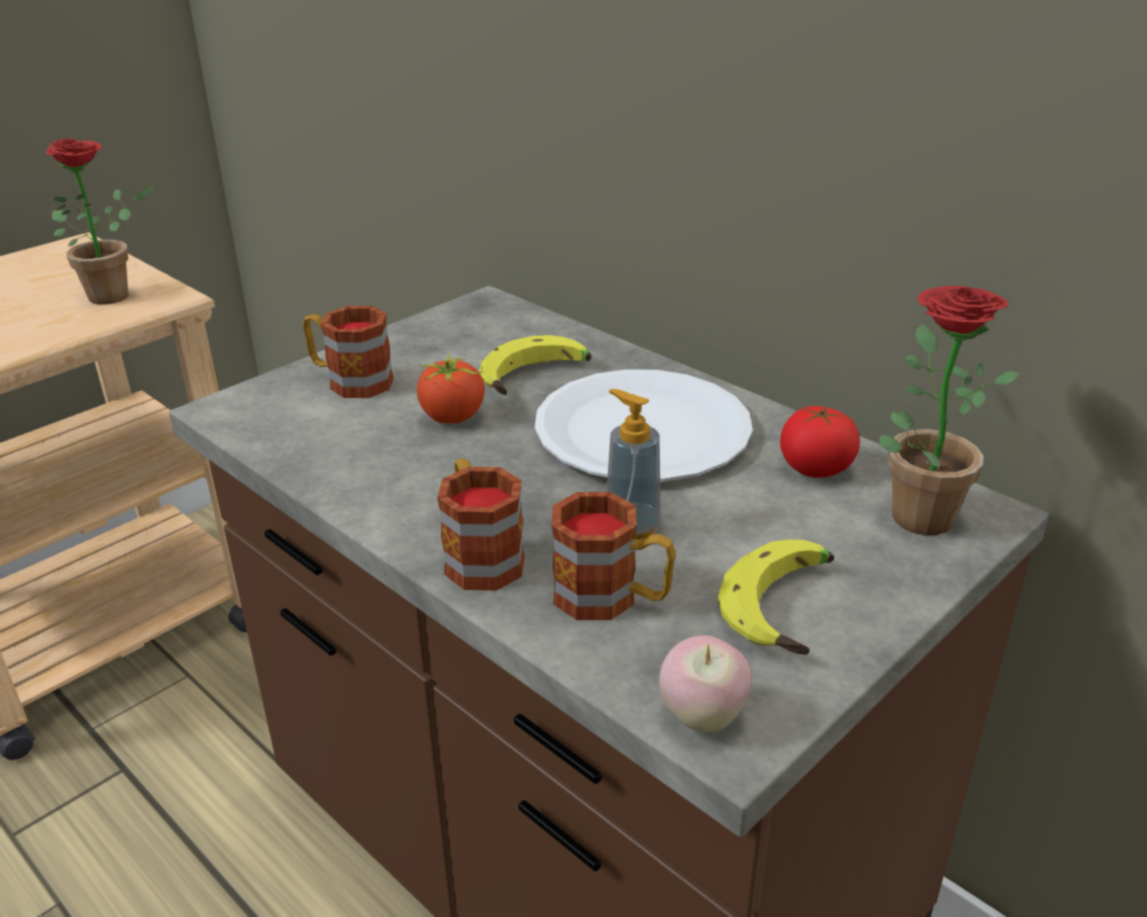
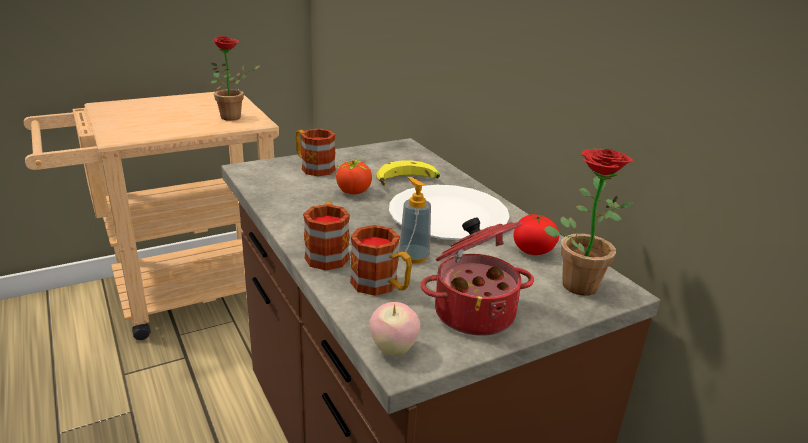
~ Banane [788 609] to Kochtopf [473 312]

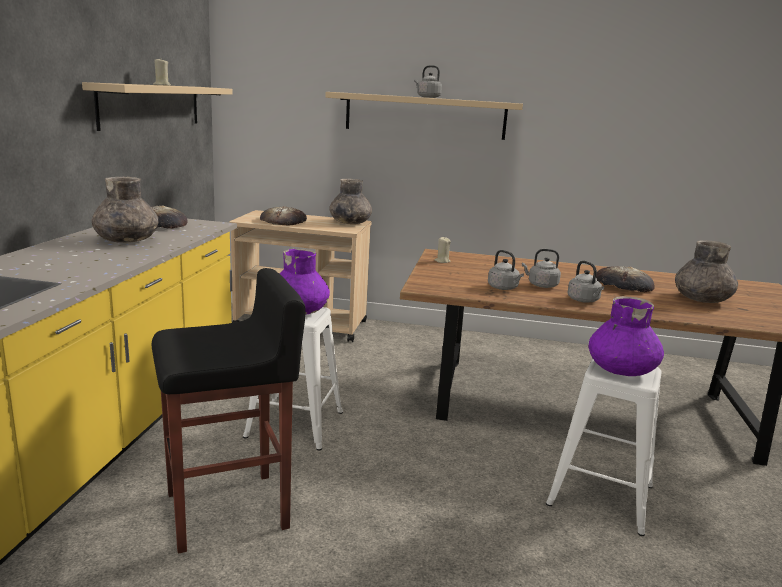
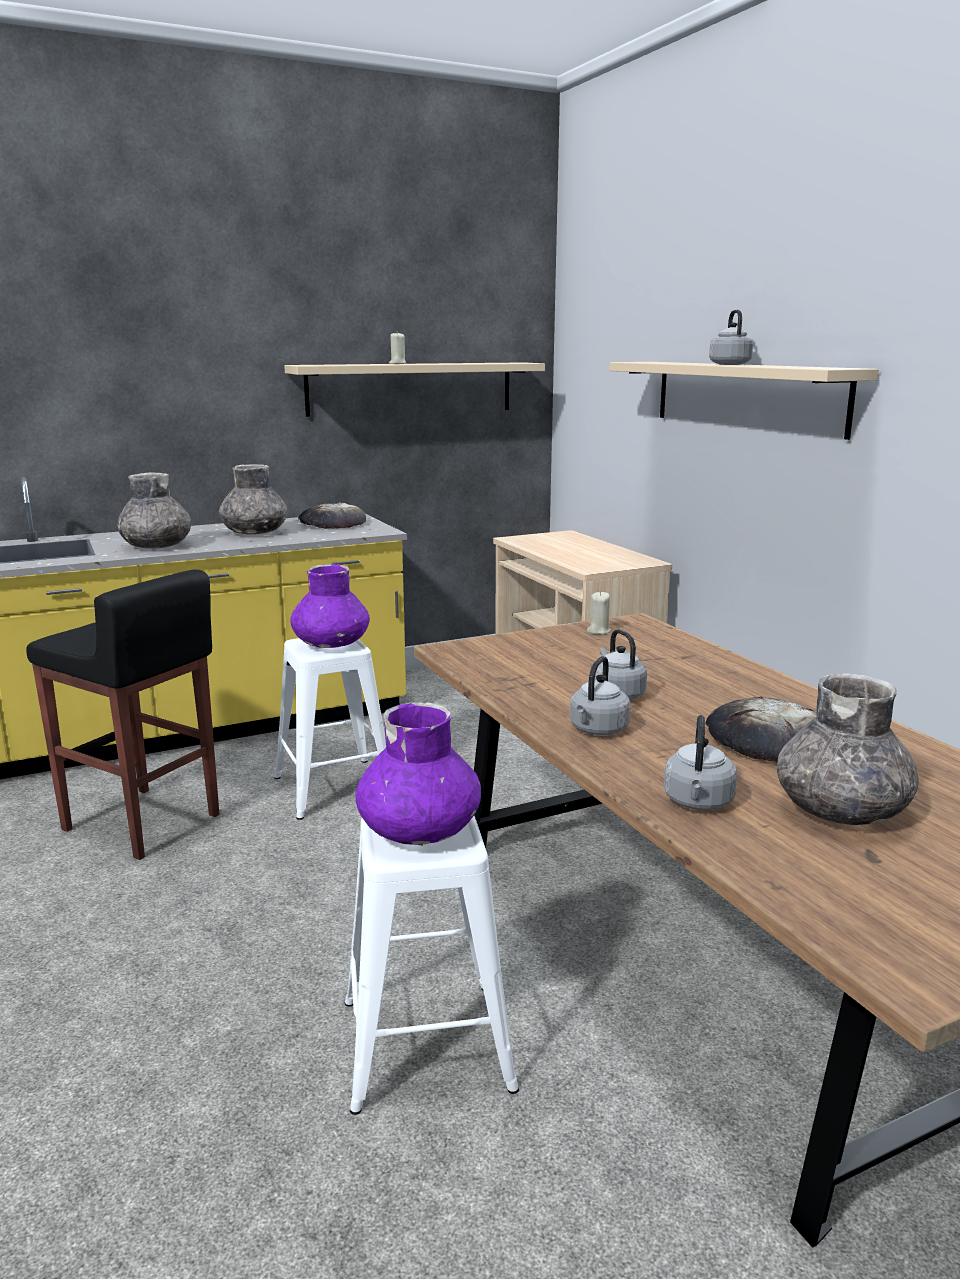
- Brot [283 220]
~ Vase [grau] [350 223] to [157 546]
~ Wasserkessel [grau] [504 288] to [698 803]

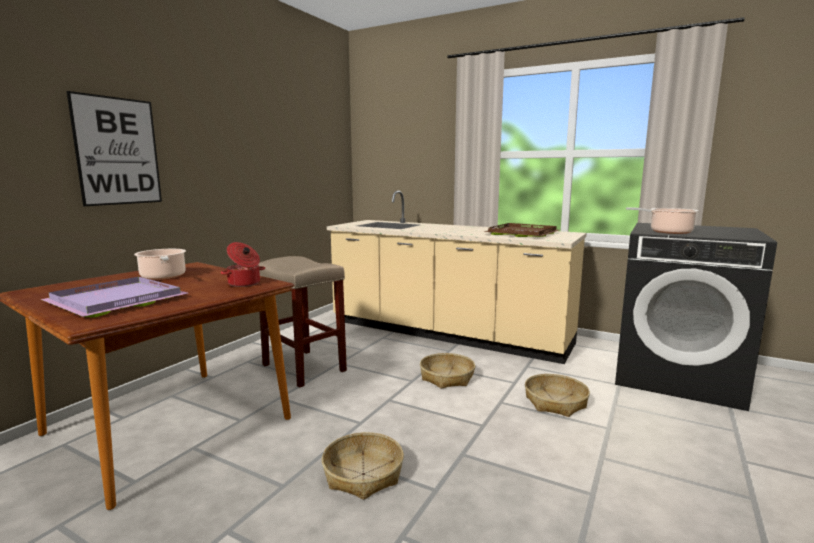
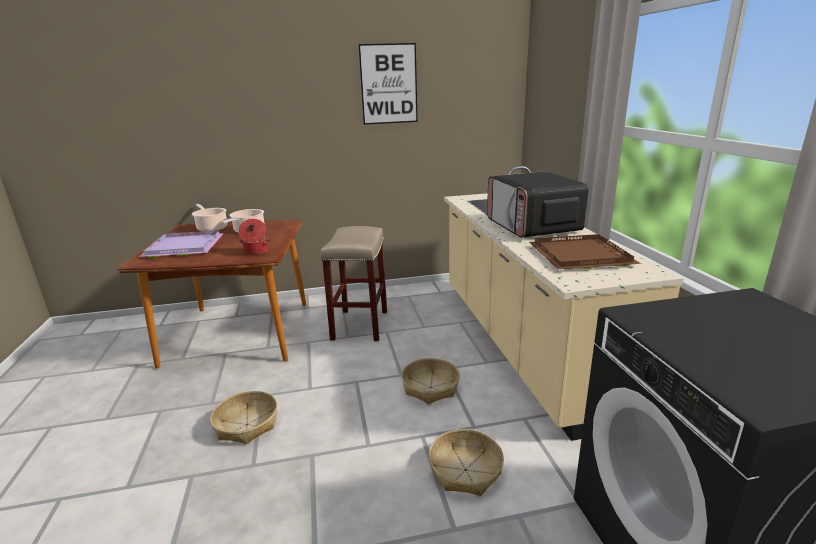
+ Mikrowelle [532 226]
~ Bild [118 151] to [389 84]
~ Kochtopf [668 232] to [211 228]

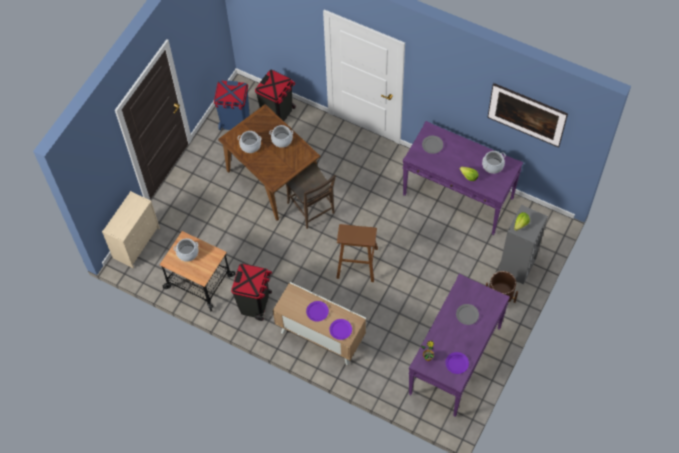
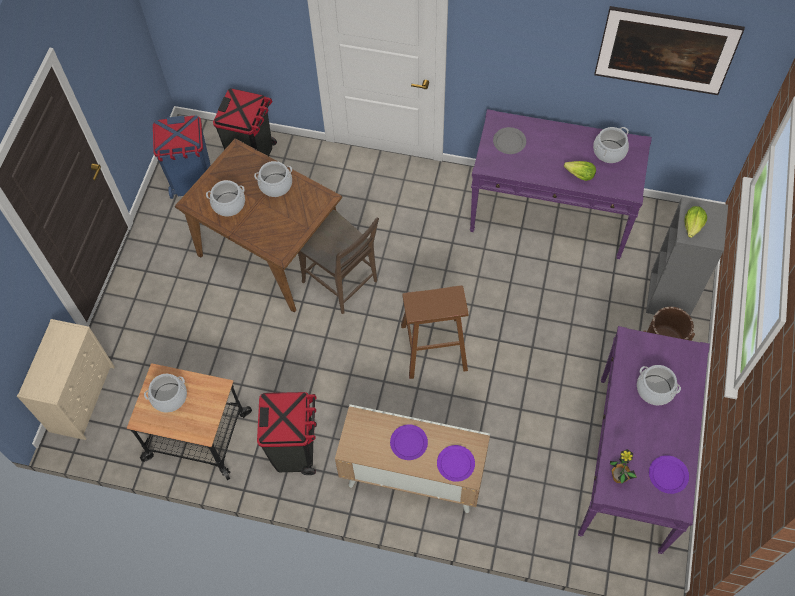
~ Teller [grau] [467 315] to Kochtopf [655 390]

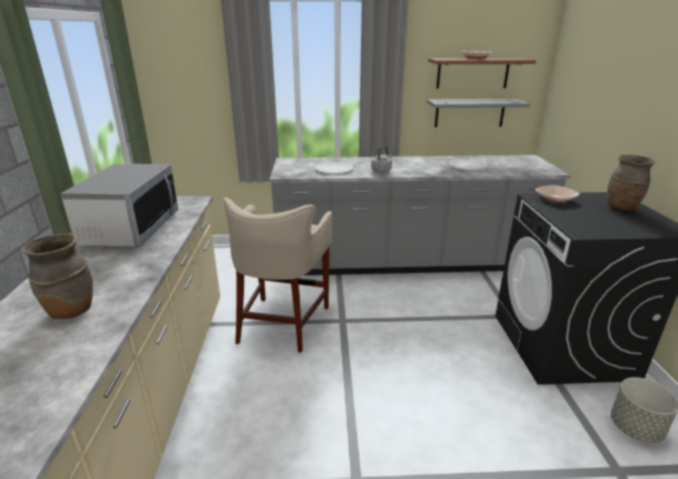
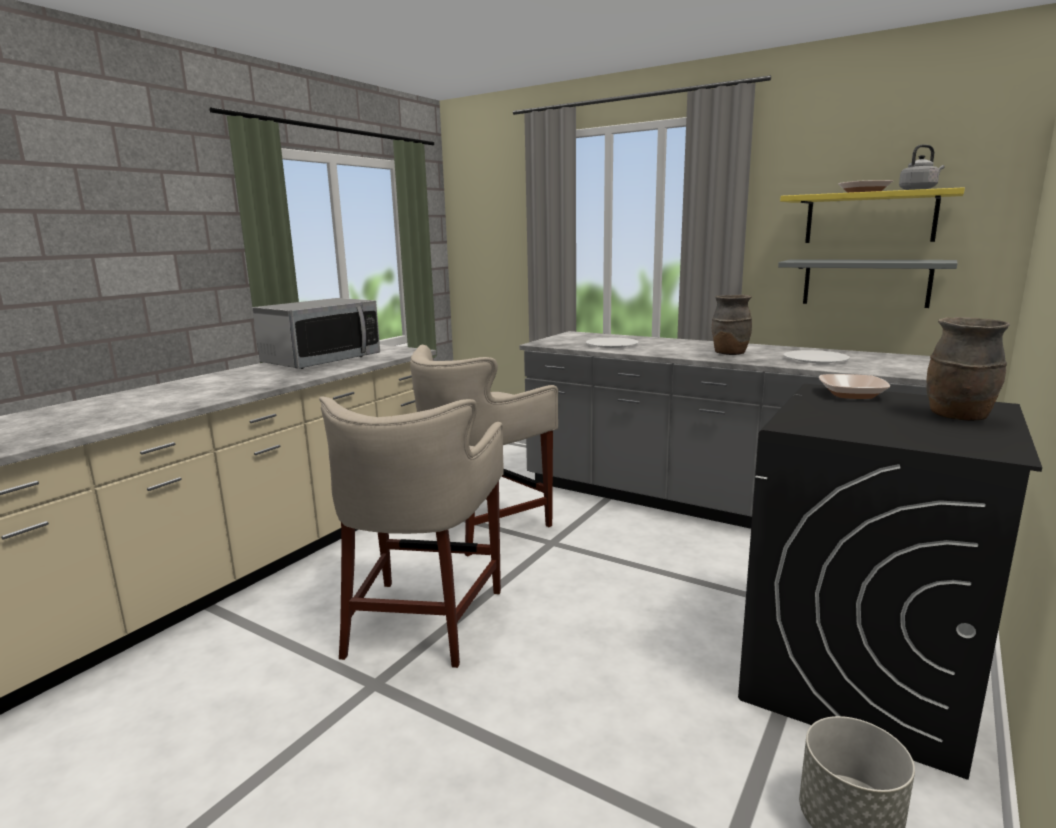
+ Hocker [beige] [423 620]
~ Vase [braun] [70 310] to [729 354]
~ Wasserkessel [grau] [382 171] to [919 190]
~ Wandregal [braun] [472 73] to Wandregal [gelb] [870 218]

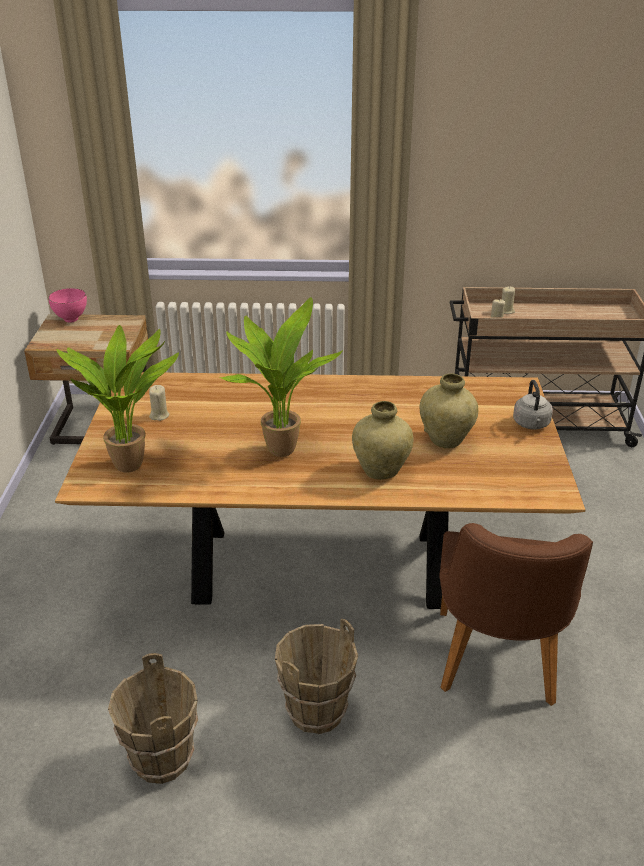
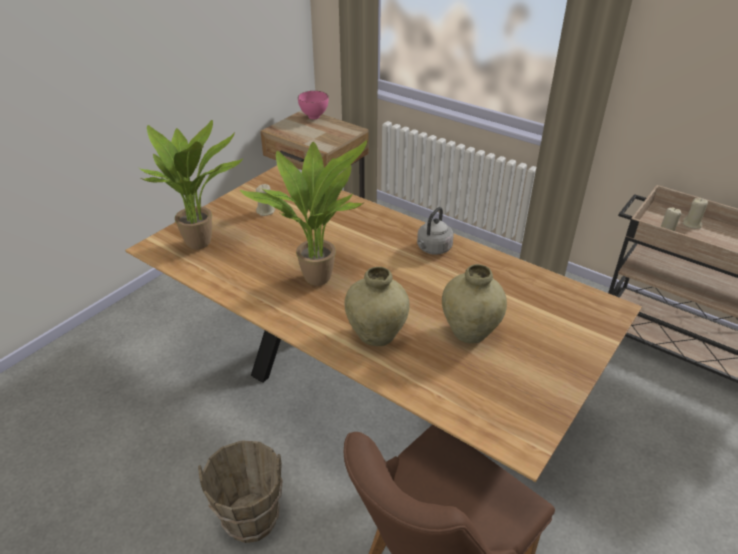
- Eimer [braun] [161 759]
~ Wasserkessel [grau] [531 424] to [433 249]

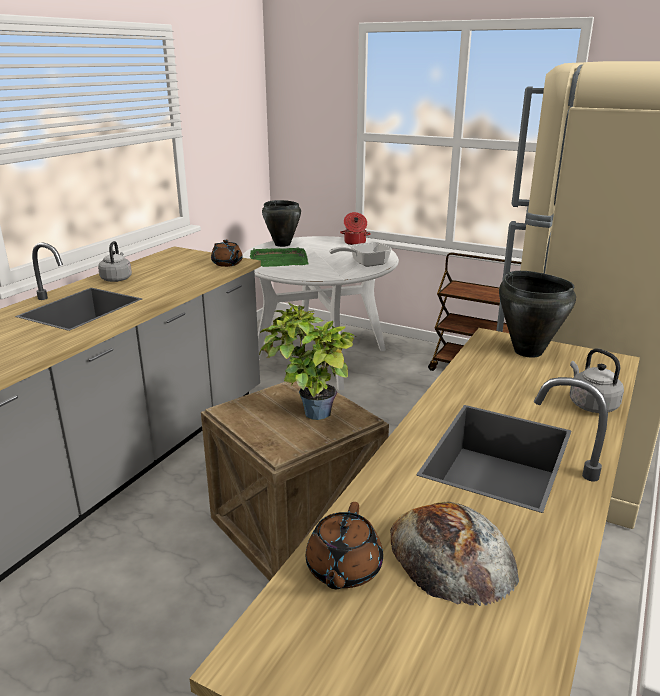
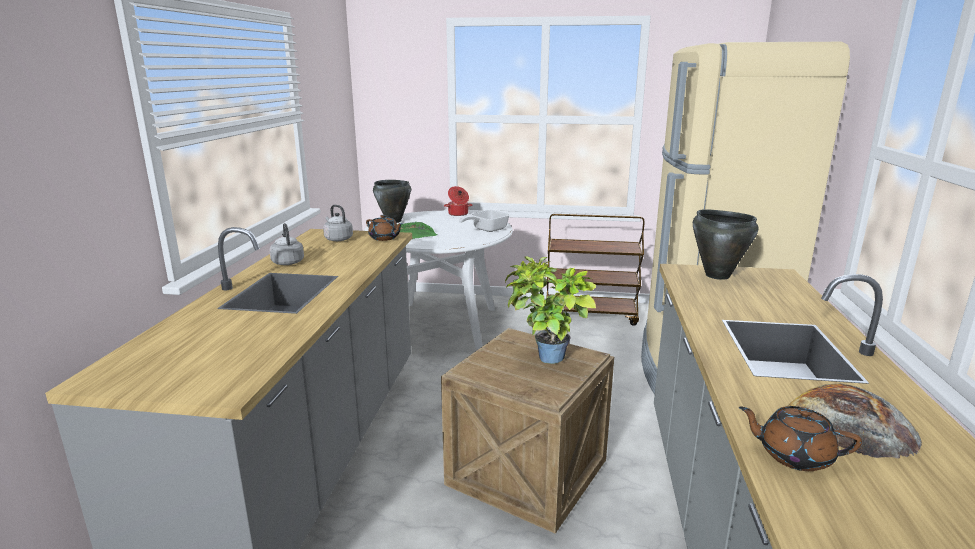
~ Wasserkessel [grau] [590 404] to [337 239]
~ Teekanne [braun] [343 569] = [793 455] 120 degrees clockwise

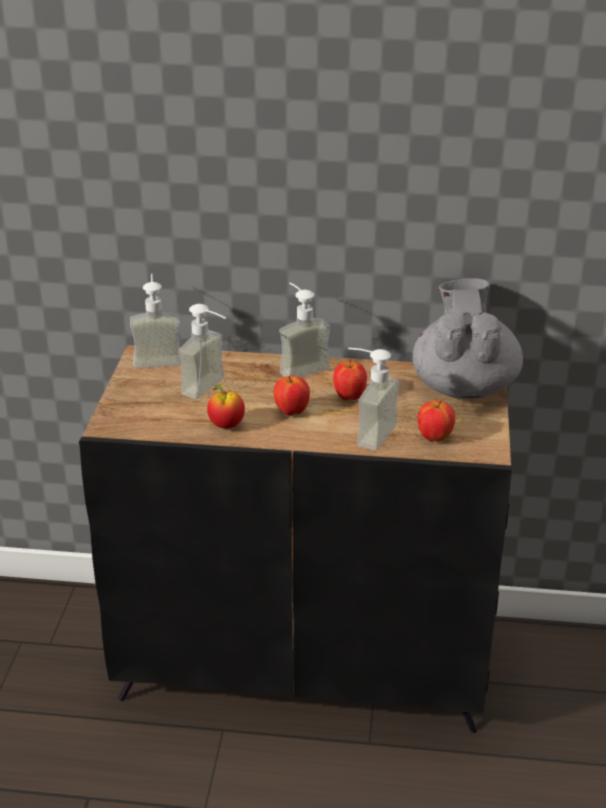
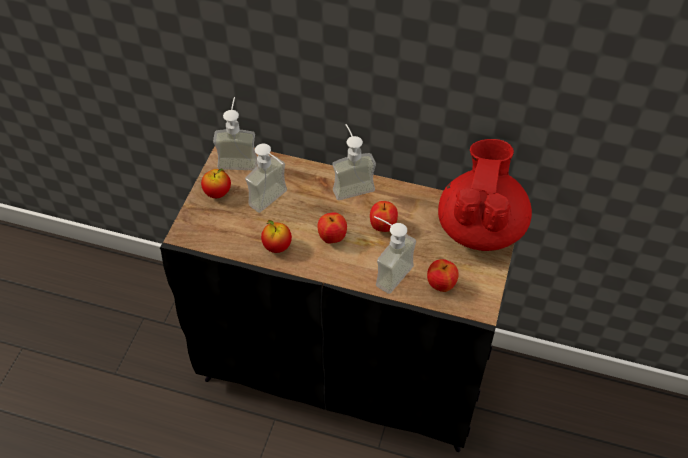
+ Apfel [217 193]
~ Teekanne [grau] [464 386] to Teekanne [rot] [480 227]

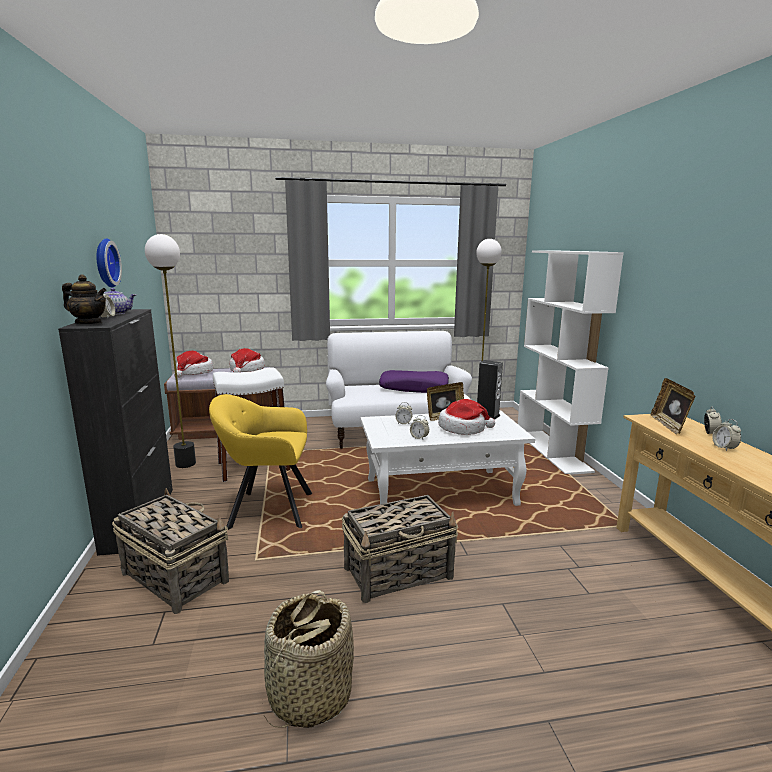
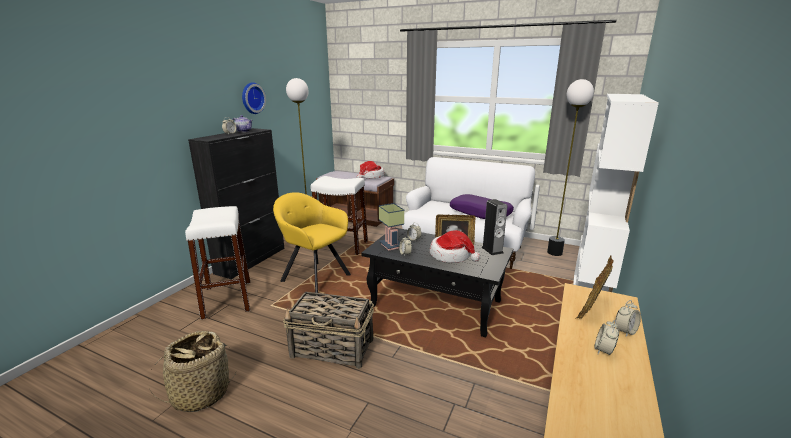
- Teekanne [89 323]
- Hut [194 372]
+ Tischlampe [392 245]
~ Korb [174 576] to Hocker [weiß] [227 299]
~ Couchtisch [weiß] [441 492] to Couchtisch [schwarz] [437 304]

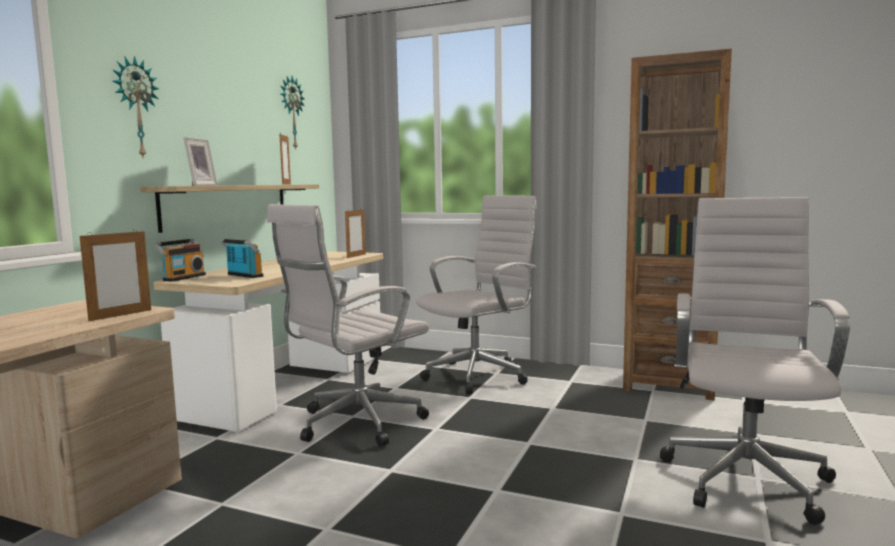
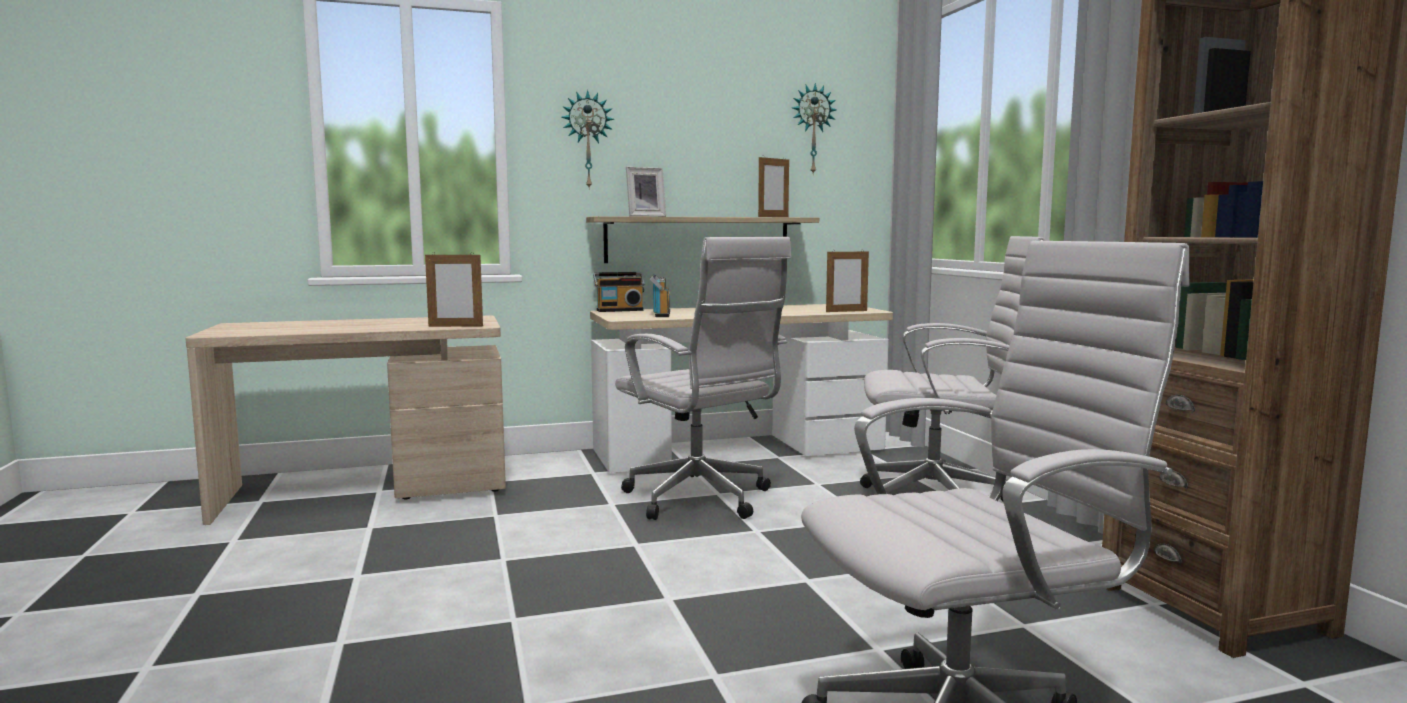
~ Bürostuhl [weiß] [354 424] = [702 500] 135 degrees counterclockwise

